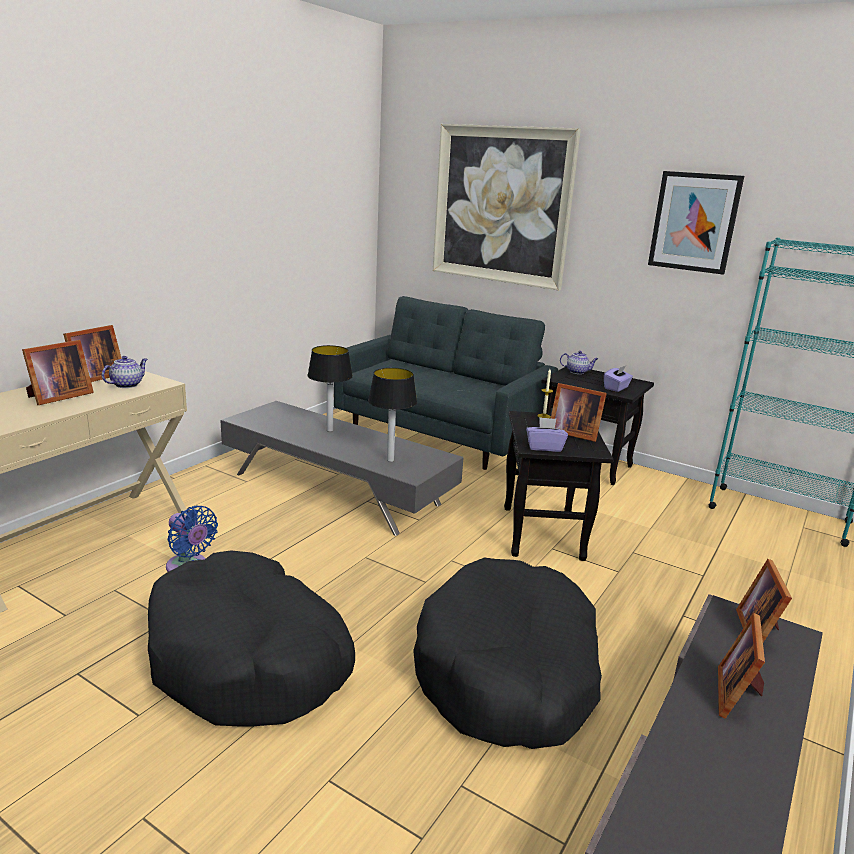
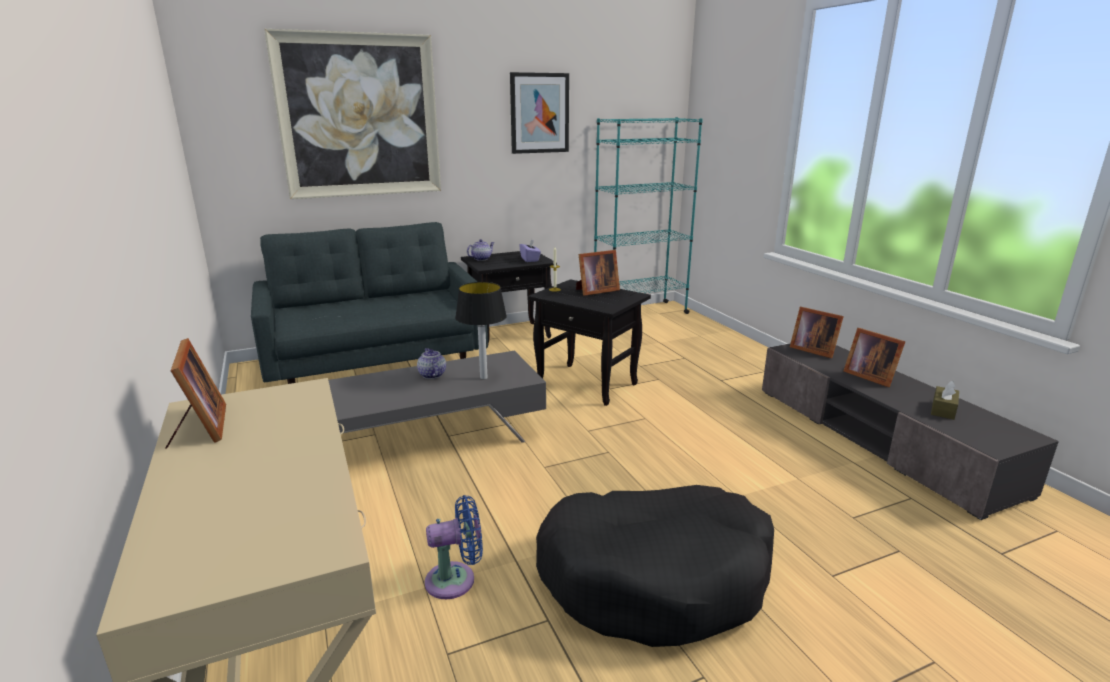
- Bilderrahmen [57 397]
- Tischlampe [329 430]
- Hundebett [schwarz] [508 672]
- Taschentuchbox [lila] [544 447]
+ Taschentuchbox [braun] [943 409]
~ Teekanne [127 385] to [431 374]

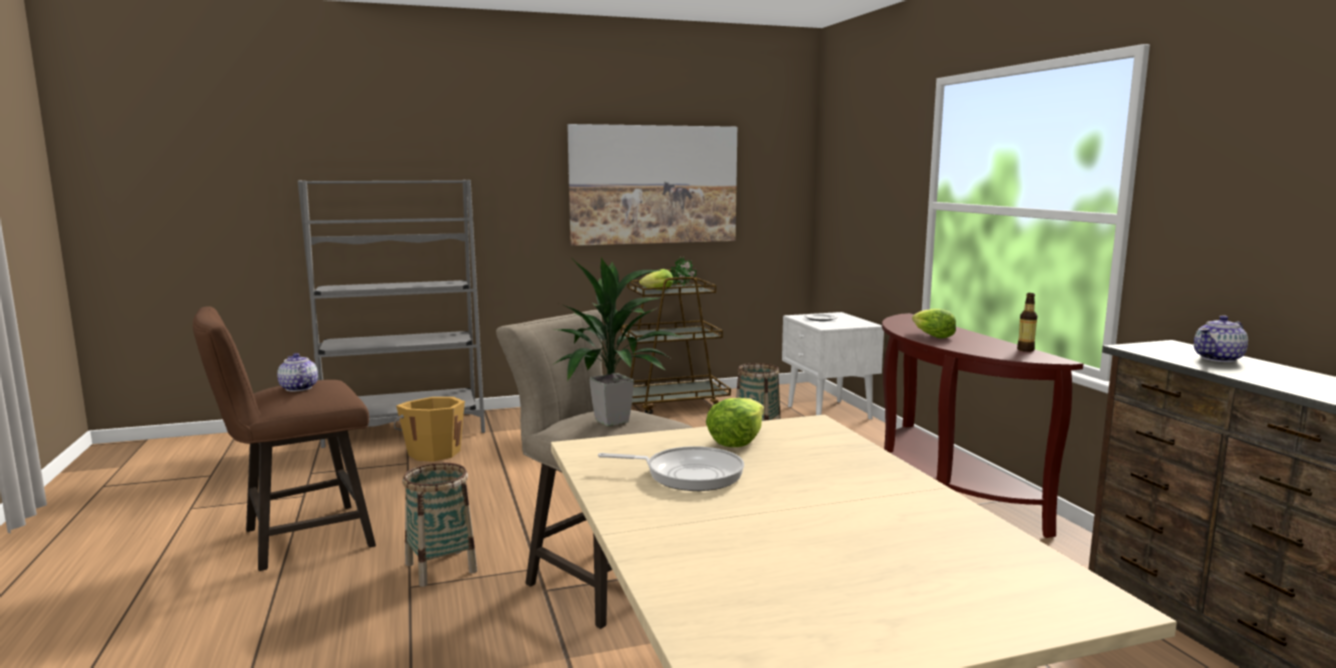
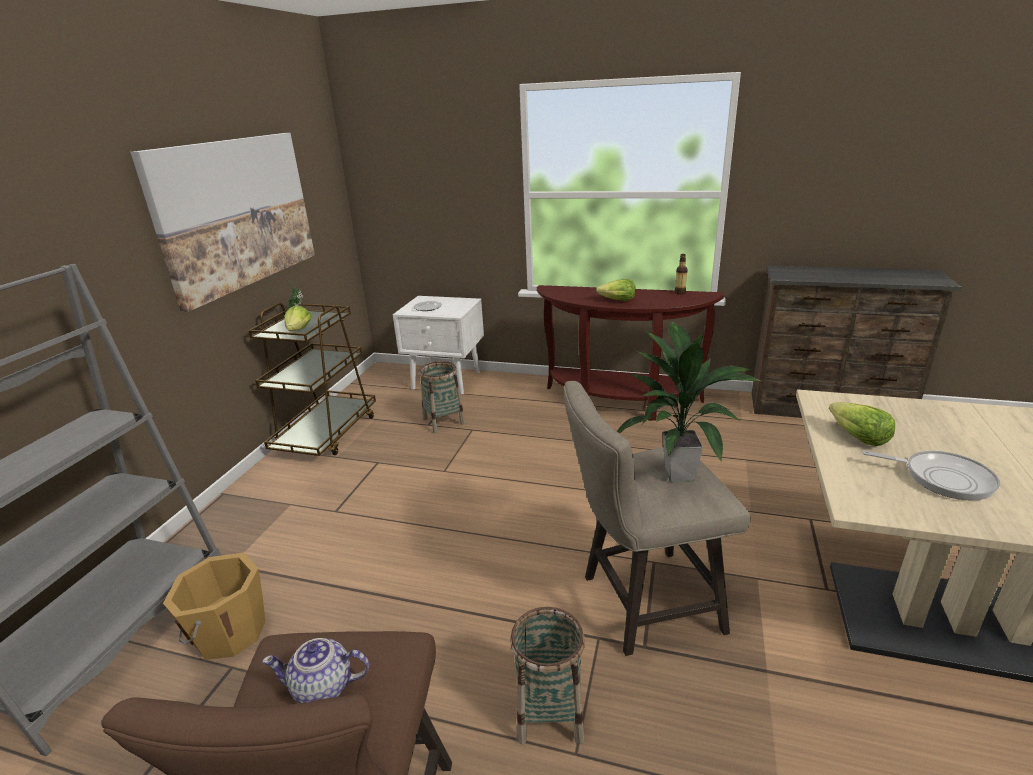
- Teekanne [1219 358]
~ Pfanne [688 474] = [942 478] 75 degrees clockwise

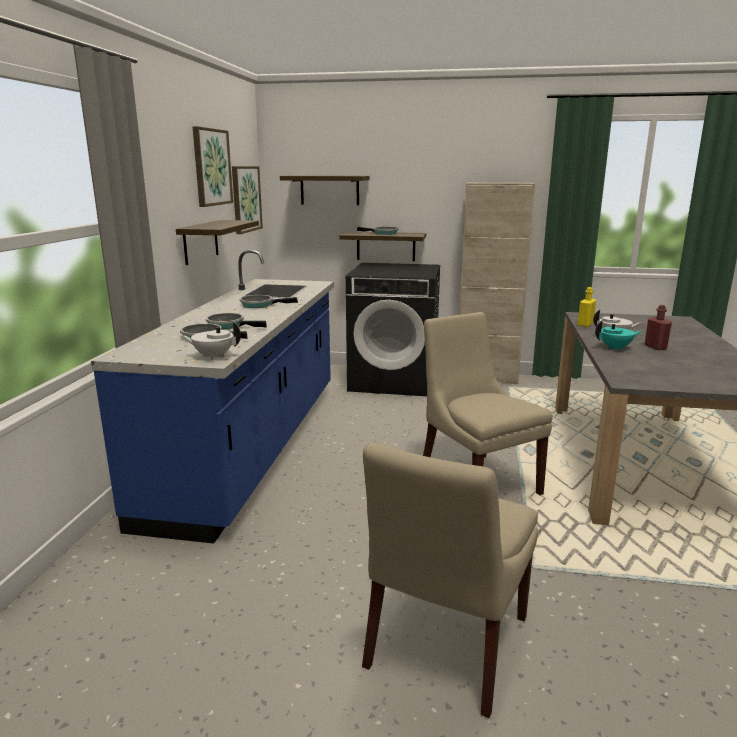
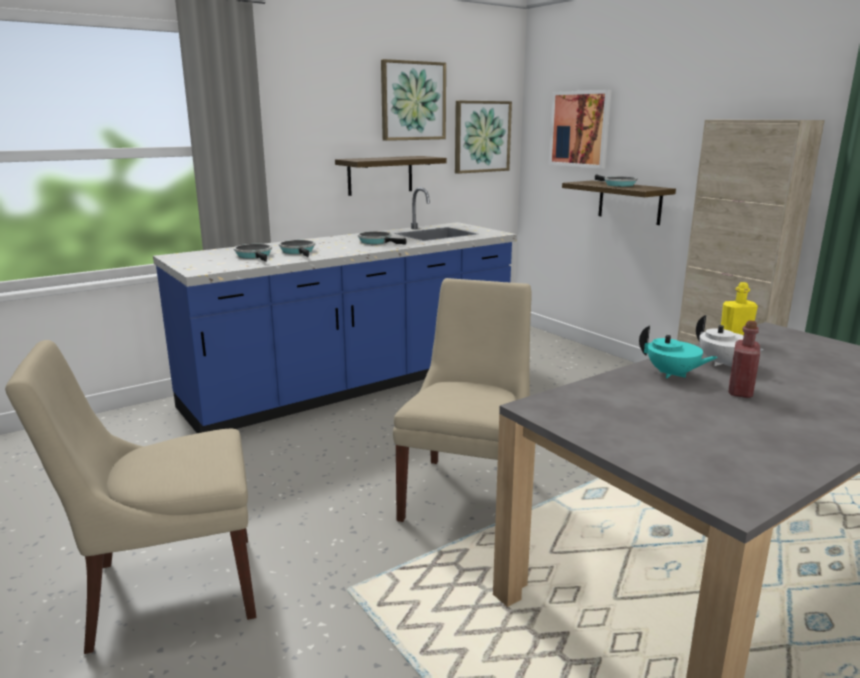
- Teekanne [weiß] [213 356]
- Waschmaschine [schwarz] [394 380]
~ Wandregal [329 190] to Bild [580 129]

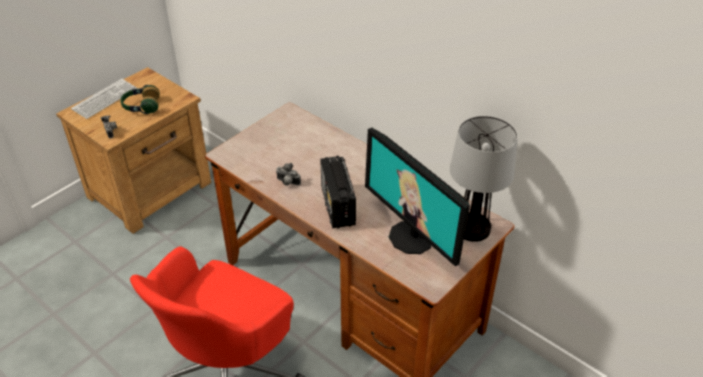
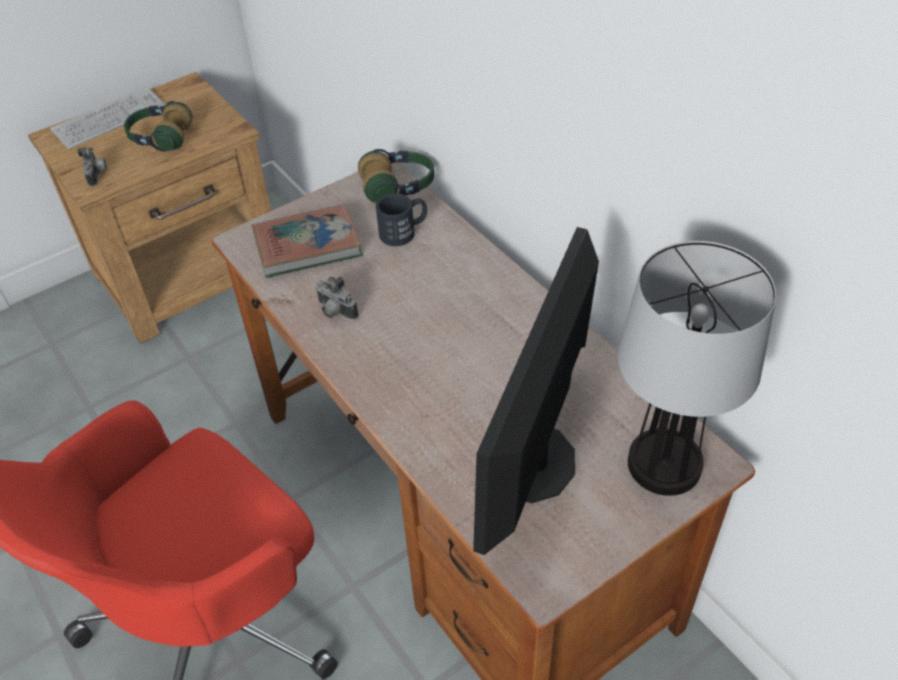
- Radio [338 207]
+ Buch [307 246]
+ Kopfhörer [398 188]
+ Henkelbecher [schwarz] [404 231]
~ Monitor [412 237] = [535 464] 45 degrees clockwise

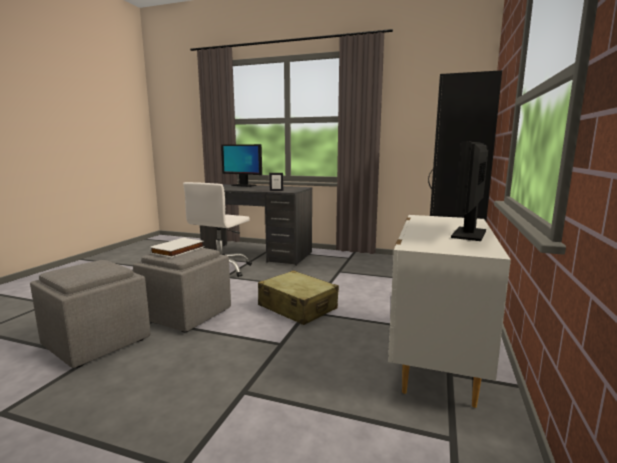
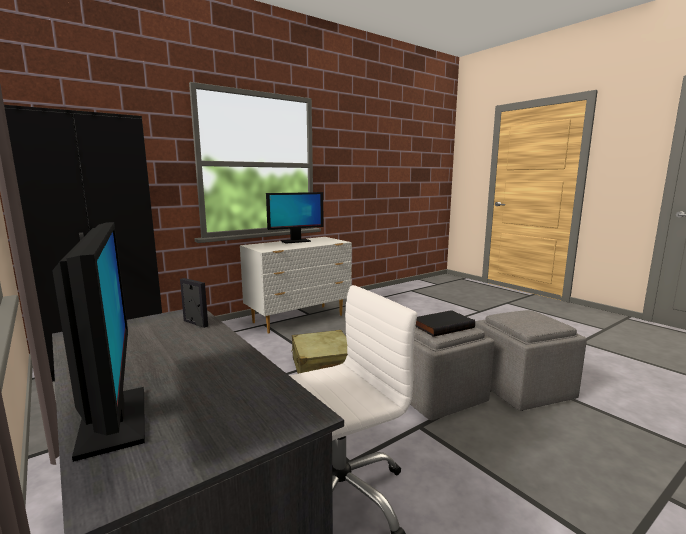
~ Buch [weiß] [178 250] to Buch [schwarz] [442 326]

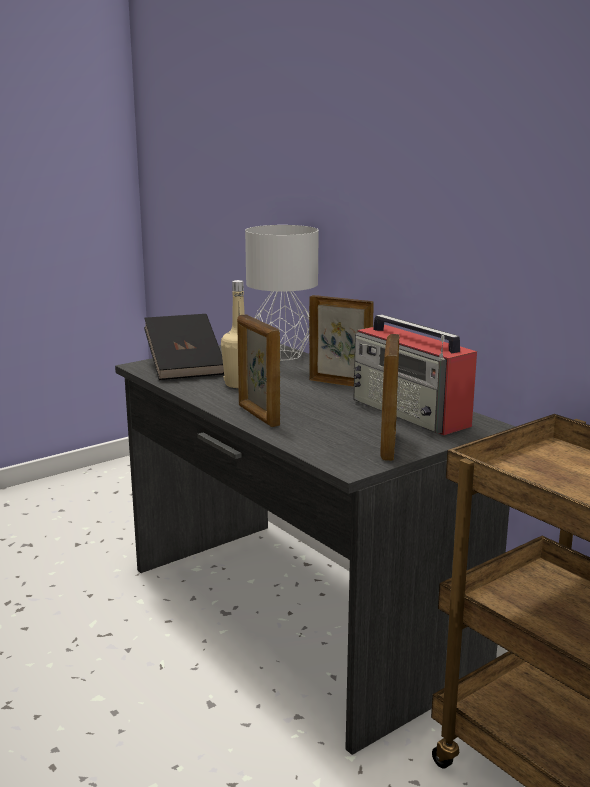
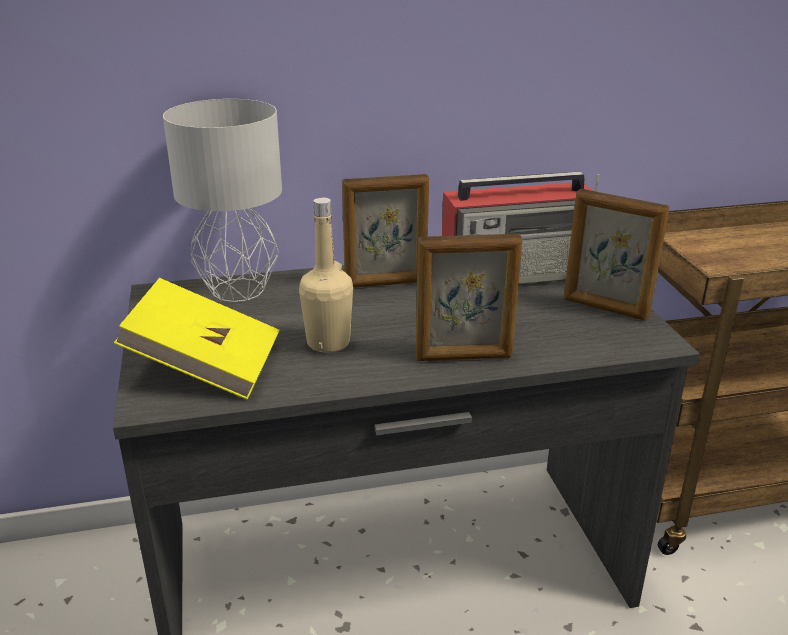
~ Buch [schwarz] [185 367] to Buch [gelb] [206 367]
~ Bilderrahmen [340 383] = [386 283] 150 degrees counterclockwise

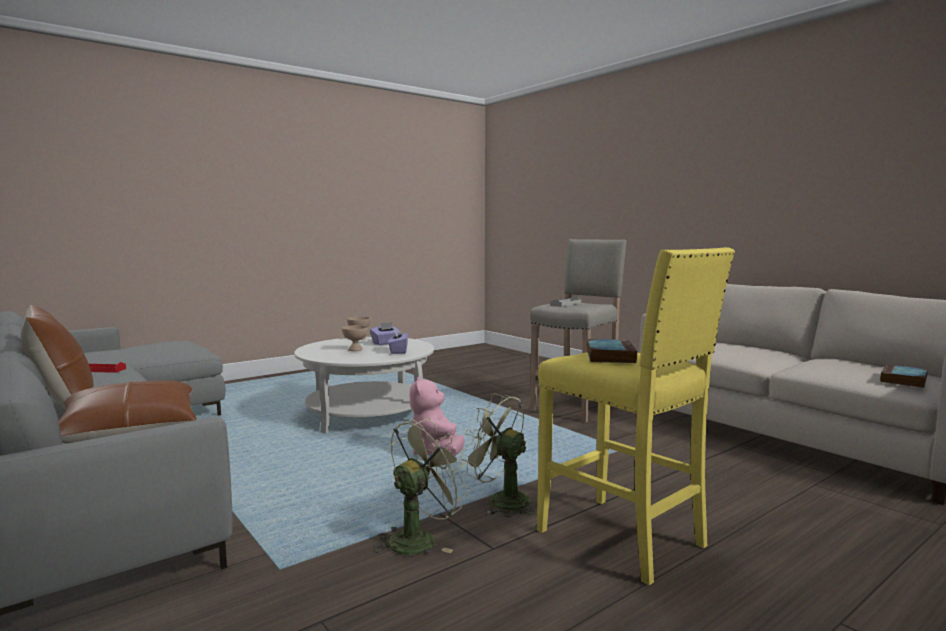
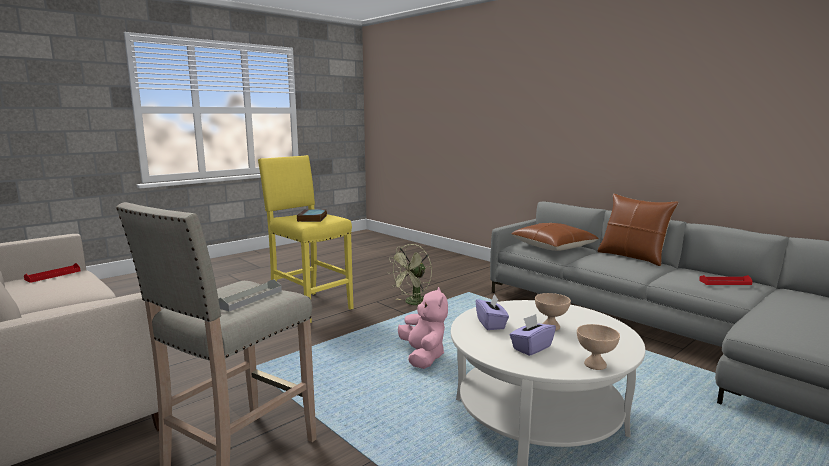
- Ventilator [grün] [500 500]
~ Buch [904 380] to Tablett [rot] [53 275]

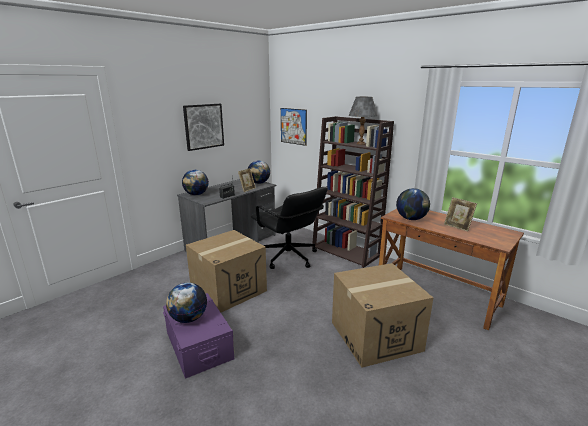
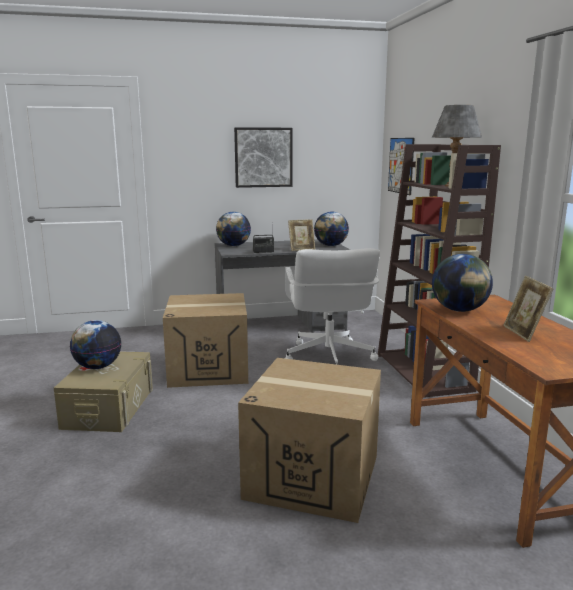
~ Aufbewahrungsbox [lila] [199 345] to Aufbewahrungsbox [beige] [109 407]
~ Bürostuhl [schwarz] [288 257] to Bürostuhl [weiß] [328 357]

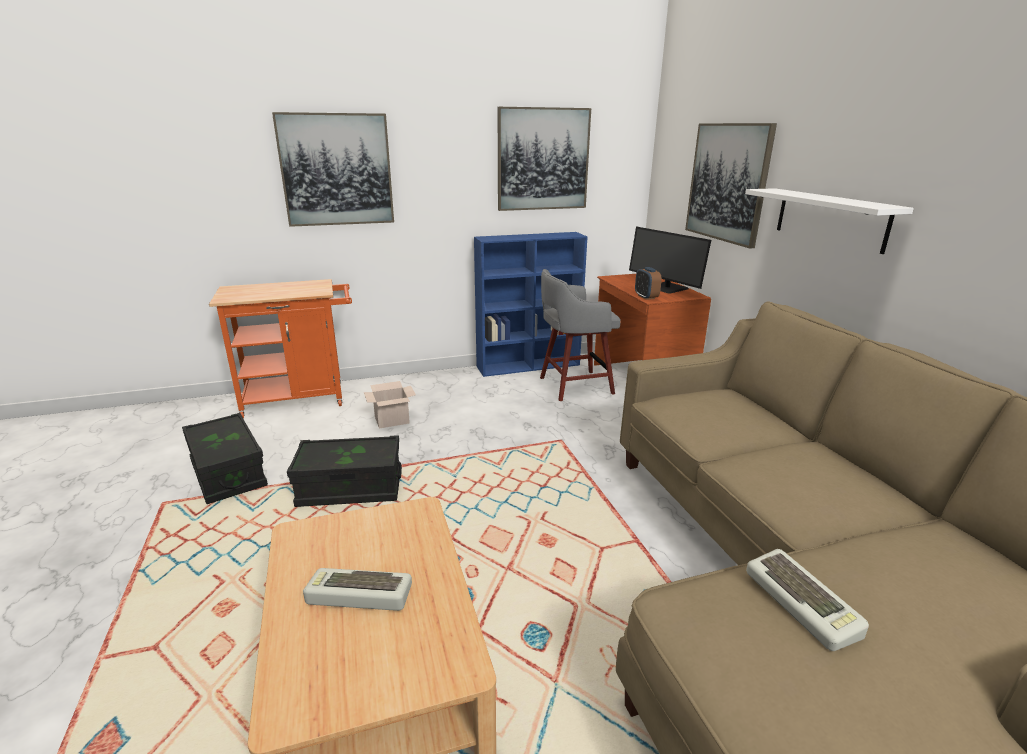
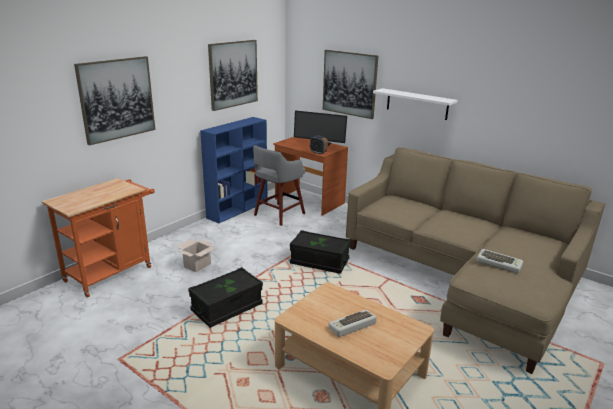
~ Aufbewahrungsbox [schwarz] [228 474] to [319 262]

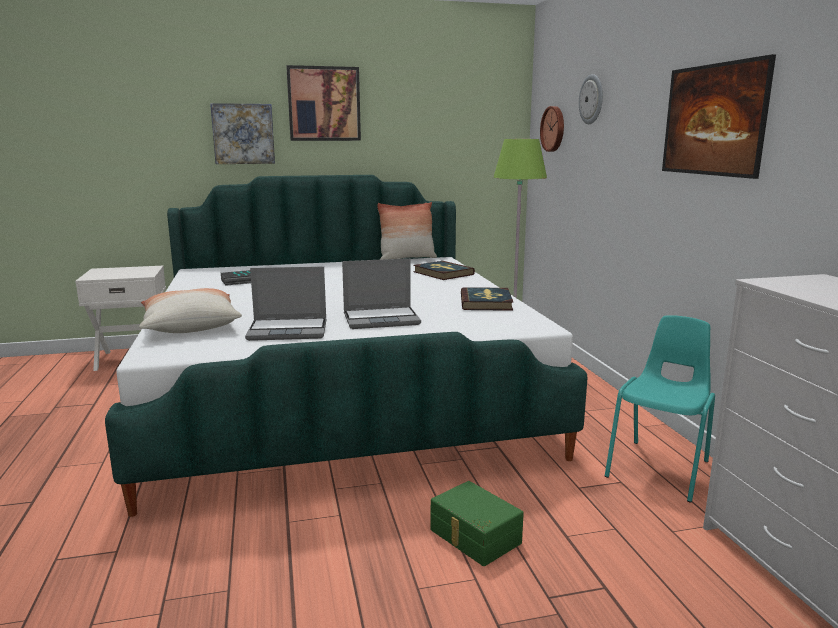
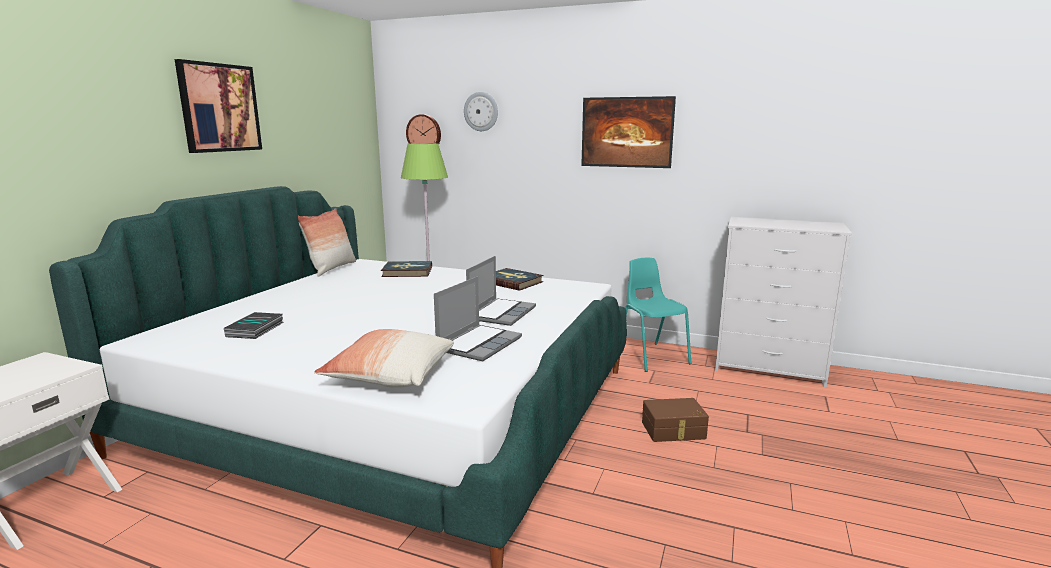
- Bild [243 134]
~ Aufbewahrungsbox [grün] [474 537] to Aufbewahrungsbox [braun] [674 431]

